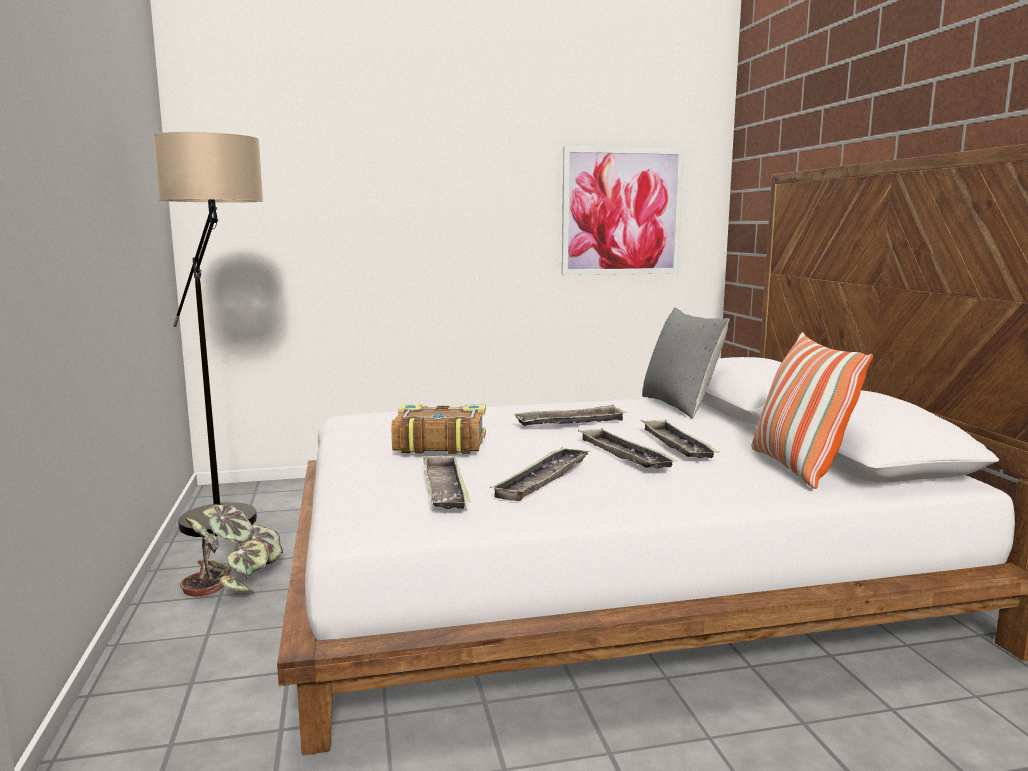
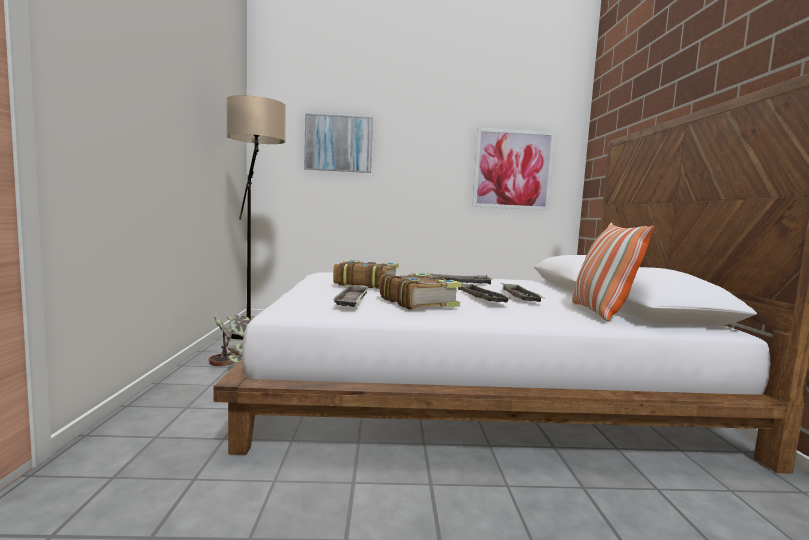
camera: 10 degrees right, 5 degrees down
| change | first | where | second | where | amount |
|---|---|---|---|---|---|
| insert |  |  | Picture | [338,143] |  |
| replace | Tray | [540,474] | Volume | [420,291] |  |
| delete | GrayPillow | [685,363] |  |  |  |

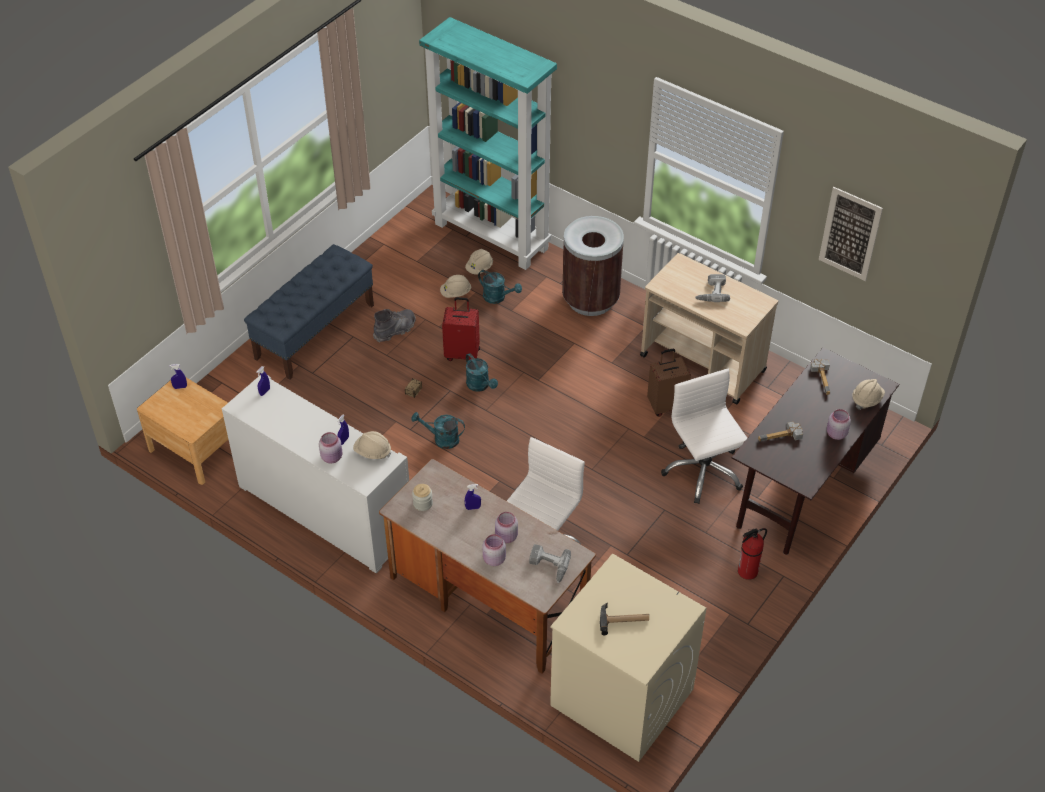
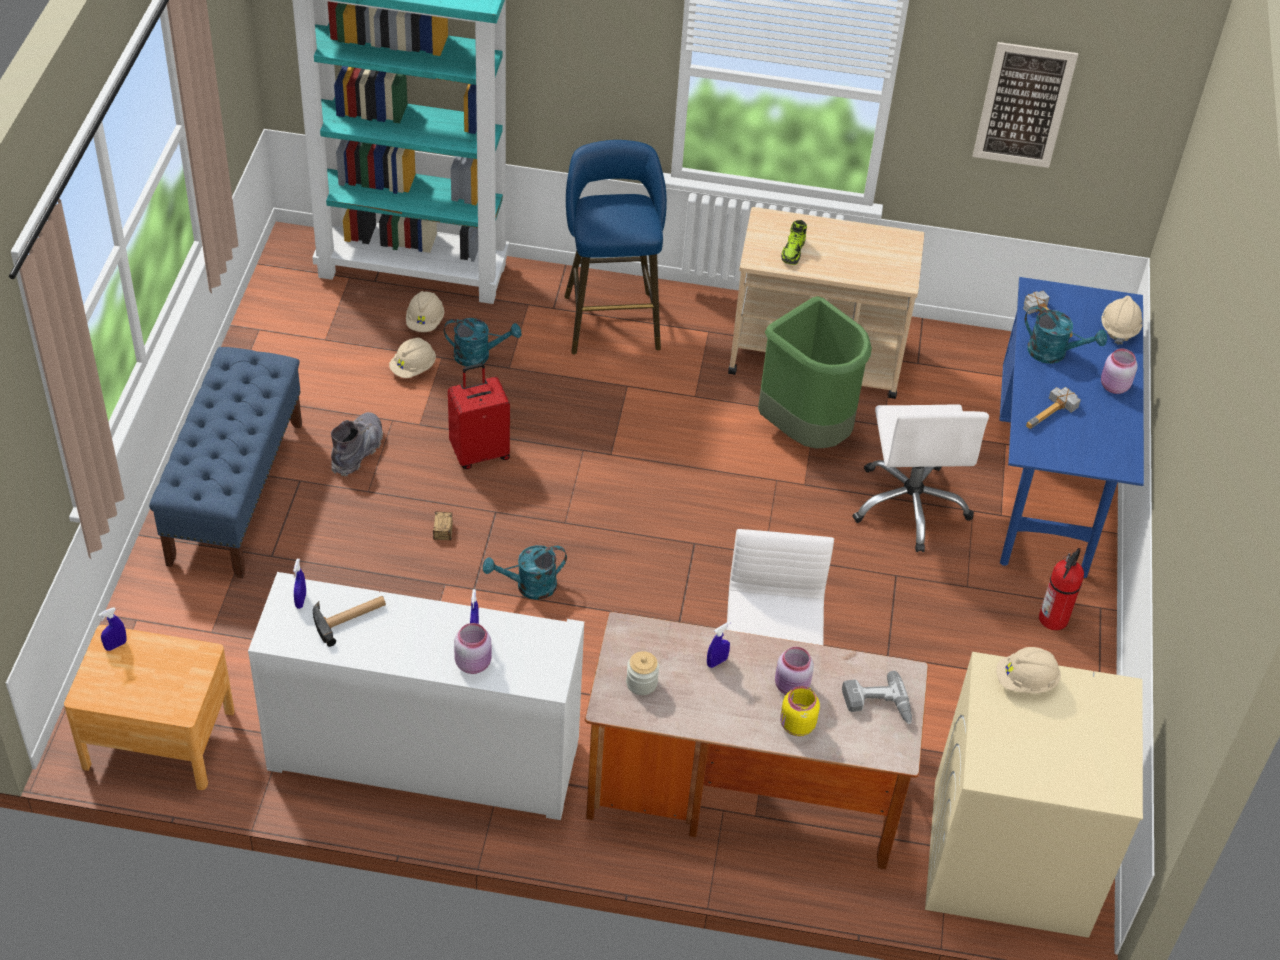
camera: 30 degrees left, 0 degrees up
| change | first | where | second | where | amount |
|---|---|---|---|---|---|
| move | HandHammer | [624,619] |  | [349,621] |  |
| replace | BrownTrashCan | [593,266] | BlueColouredStool | [615,247] |  |
| replace | BrownTravelCase | [669,383] | GreenishTrashCan | [815,372] |  |
| recolor | PinkColouredJar | [494,550] | YellowishJar | [800,711] |  |
| insert |  |  | Shoe | [794,242] |  |
| rotate | WhiteOfficeChair | [704,436] |  | [920,478] | 135 degrees counterclockwise |
| move | BeigeColouredHardHat | [372,445] |  | [1028,670] |  |
| recolor | BrownDesk | [815,451] | BlueColouredDesk | [1071,427] |  |
| move | TurquoiseSprinklingCan | [482,372] |  | [1066,334] |  |
| delete | ElectricDrill | [712,288] |  |  |  |

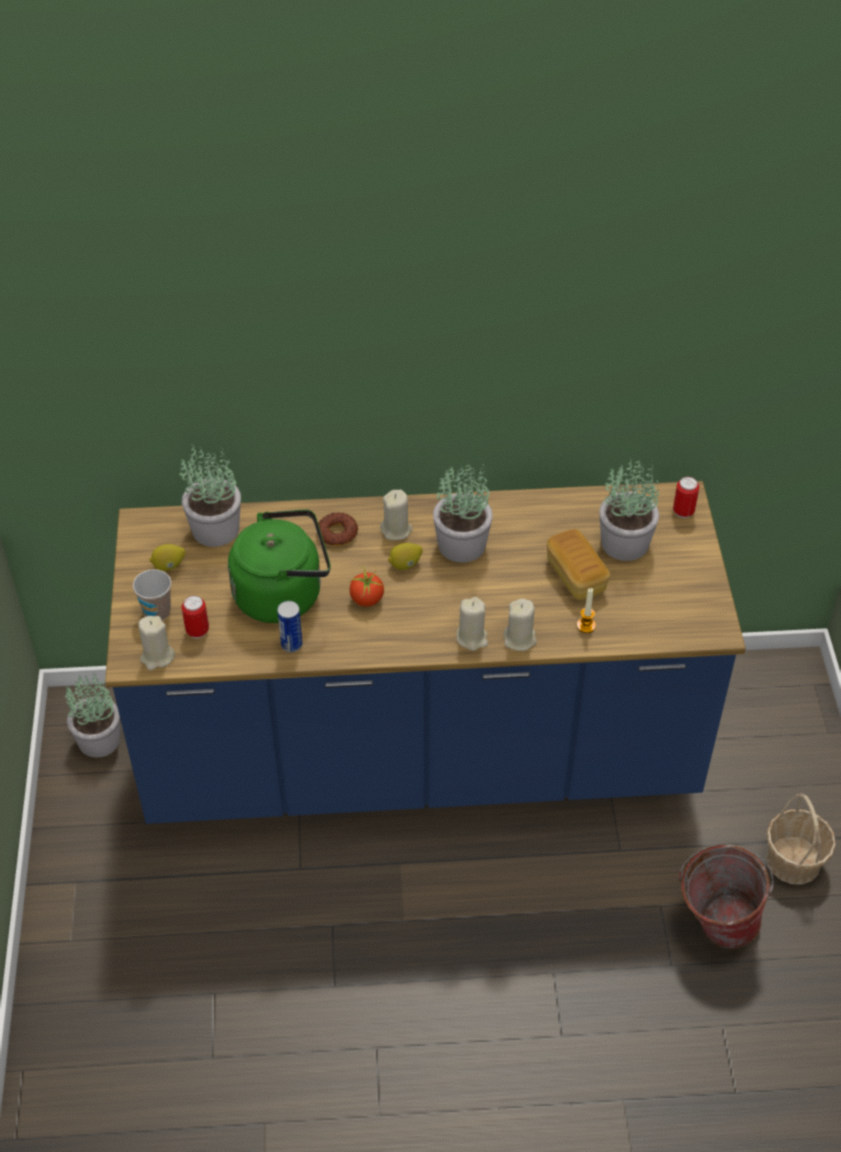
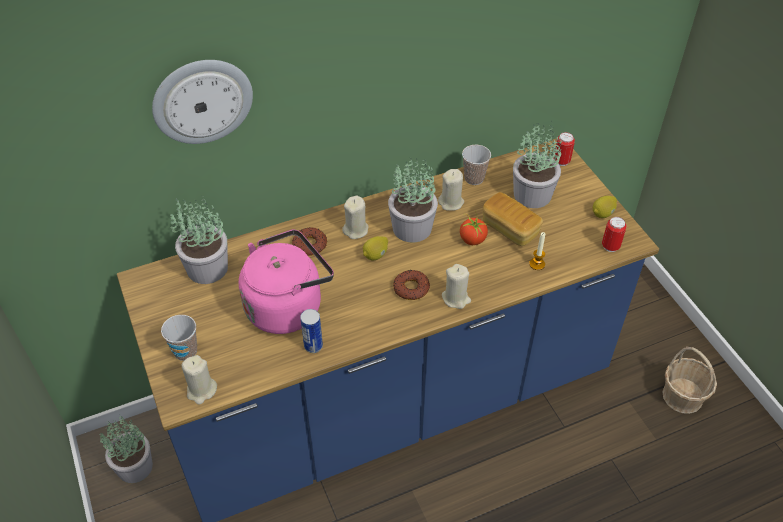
camera: 20 degrees left, 0 degrees up
| change | first | where | second | where | amount |
|---|---|---|---|---|---|
| insert |  |  | ClockOnTheWall | [202,102] |  |
| recolor | GreenishKettle | [279,566] | PinkColouredKettle | [286,281] |  |
| insert |  |  | RingDoughnut | [411,285] |  |
| move | BeigeColouredCandle | [520,625] |  | [451,190] |  |
| move | Tomato | [366,586] |  | [474,228] |  |
| insert |  |  | Cup | [476,165] |  |
| move | CitrusFruit | [167,557] |  | [605,207] |  |
| move | Can | [195,616] |  | [614,234] |  |
| delete | Bucket | [726,897] |  |  |  |

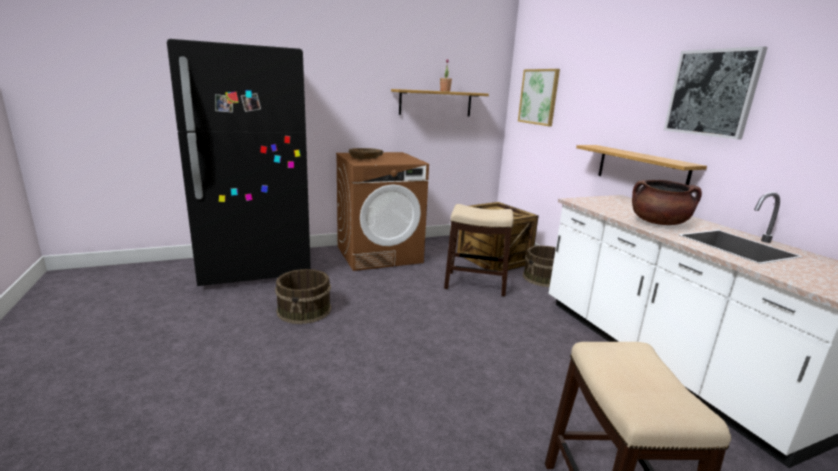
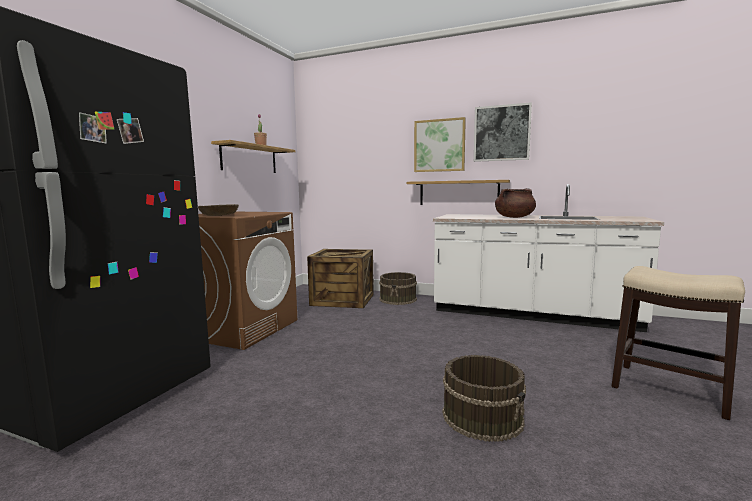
camera: 45 degrees left, 10 degrees down
| change | first | where | second | where | amount |
|---|---|---|---|---|---|
| move | Picture | [539,97] |  | [440,144] |  |
| move | BrownBucket | [303,296] |  | [484,398] |  |
| delete | Stool | [479,250] |  |  |  |

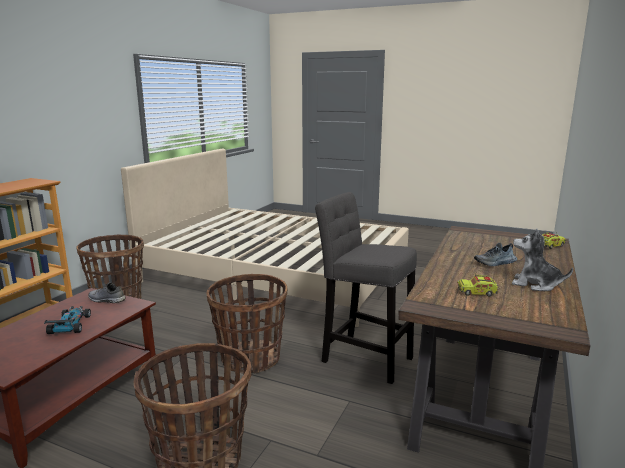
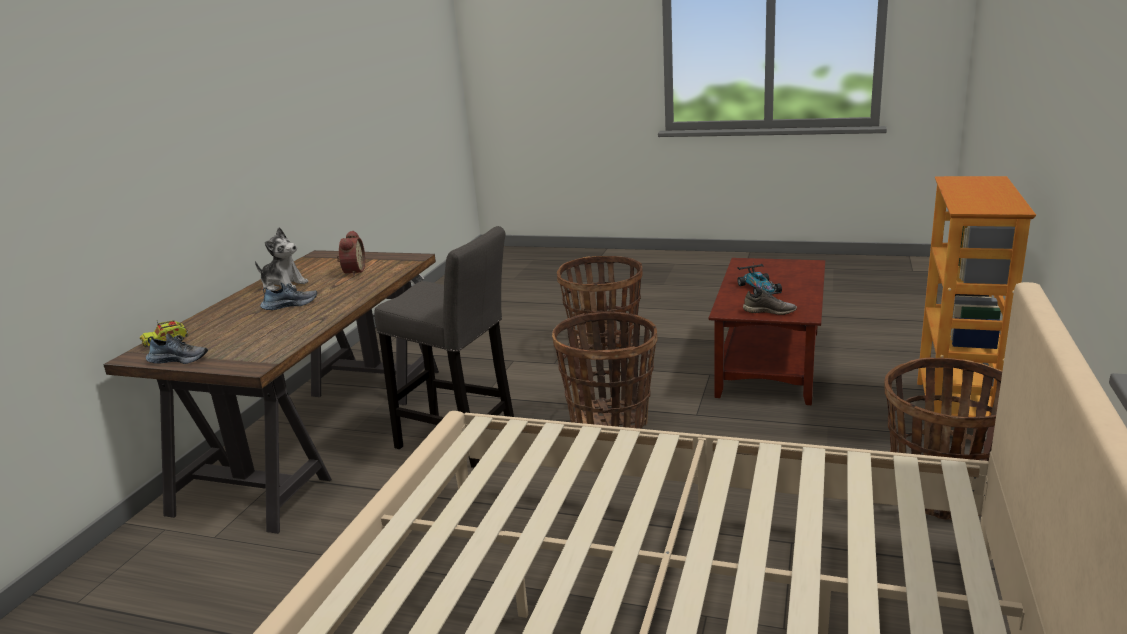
camera: 175 degrees right, 5 degrees up
| change | first | where | second | where | amount |
|---|---|---|---|---|---|
| insert |  |  | Shoe | [177,348] |  |
| replace | ToyLorry | [478,286] | TableClock | [351,253] |  |

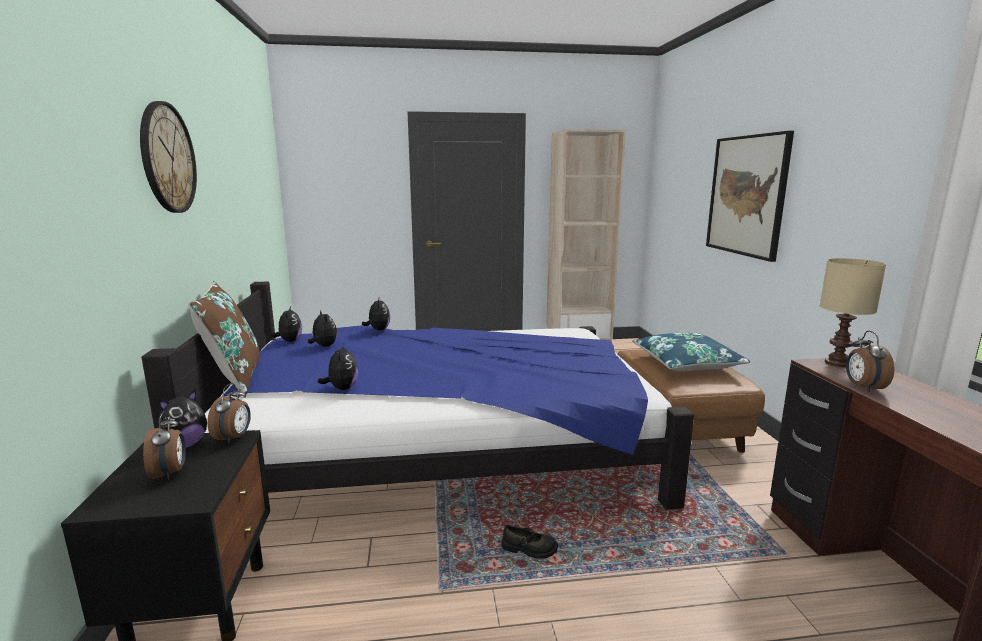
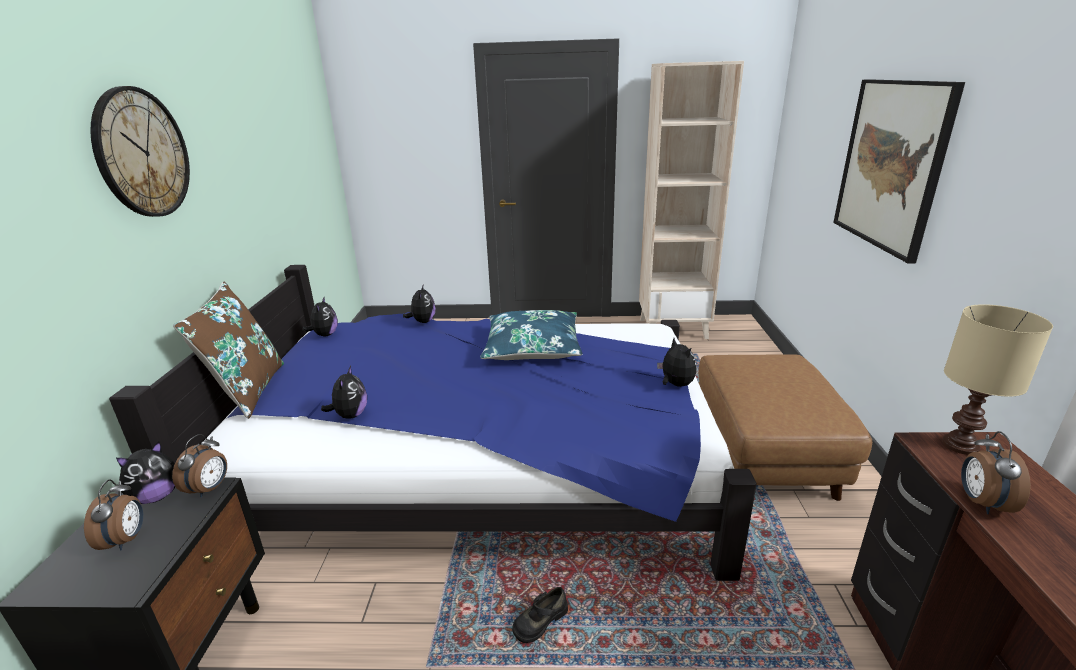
camera: 10 degrees right, 10 degrees up
| change | first | where | second | where | amount |
|---|---|---|---|---|---|
| move | BlueColouredPillow | [691,351] |  | [531,335] |  |
| rotate | BlackColouredShoe | [530,542] |  | [540,615] | 120 degrees clockwise |
| move | CuddlyToy | [322,328] |  | [676,362] |  |

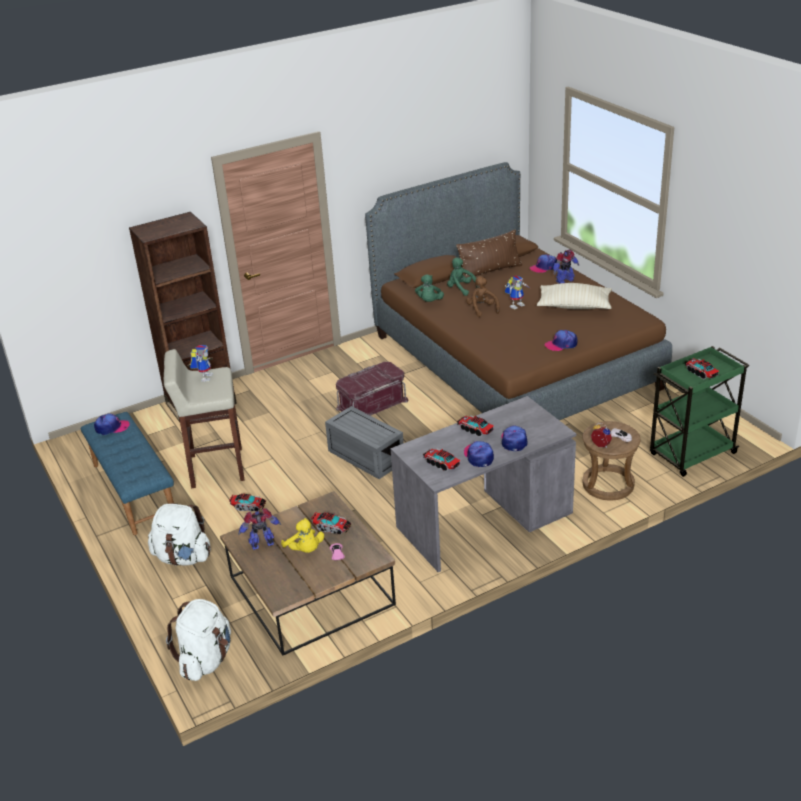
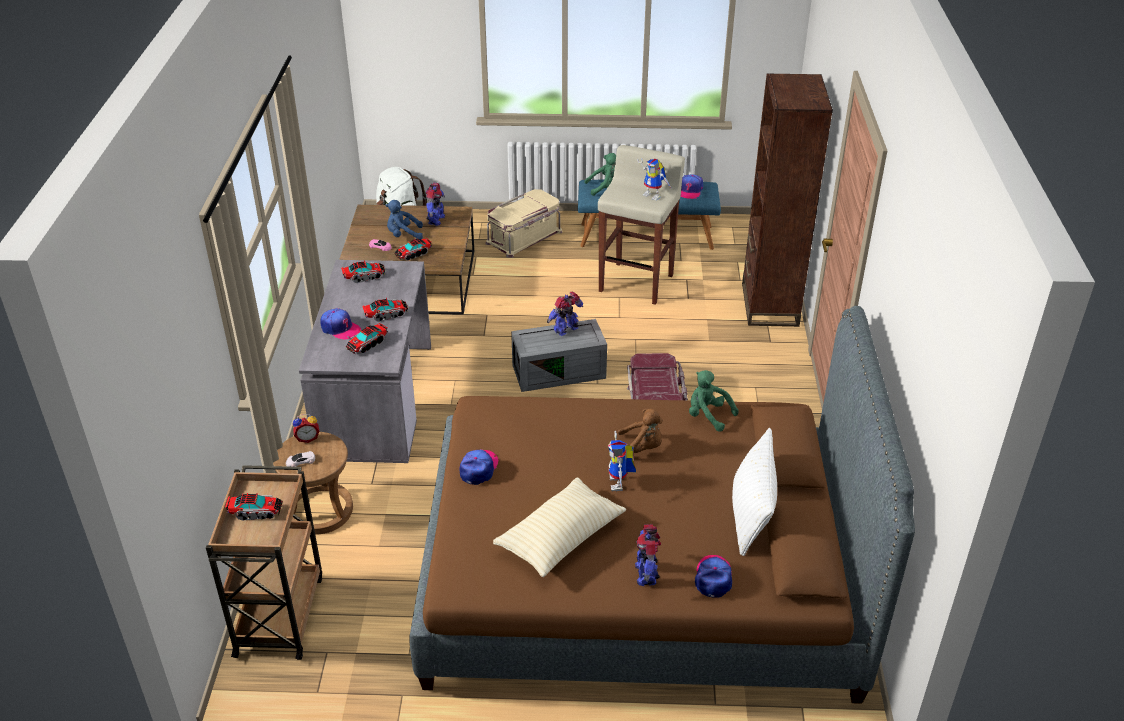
camera: 120 degrees right, 5 degrees up
| change | first | where | second | where | amount |
|---|---|---|---|---|---|
| recolor | GreenishCart | [699,411] | BrownCart | [264,562] |  |
| move | ToyLorry | [247,502] |  | [367,338] |  |
| recolor | YellowishCuddlyToy | [302,535] | BlueColouredCuddlyToy | [404,219] |  |
| replace | WhiteRucksack | [179,534] | BeigeColouredStorageBox | [524,223] |  |
| insert |  |  | RobotFigure | [565,313] |  |
| move | GreenishCuddlyToy | [462,277] |  | [600,174] |  |
| recolor | BrownPillow | [489,254] | WhitePillow | [754,492] |  |
| delete | PeakedCap | [479,454] |  |  |  |

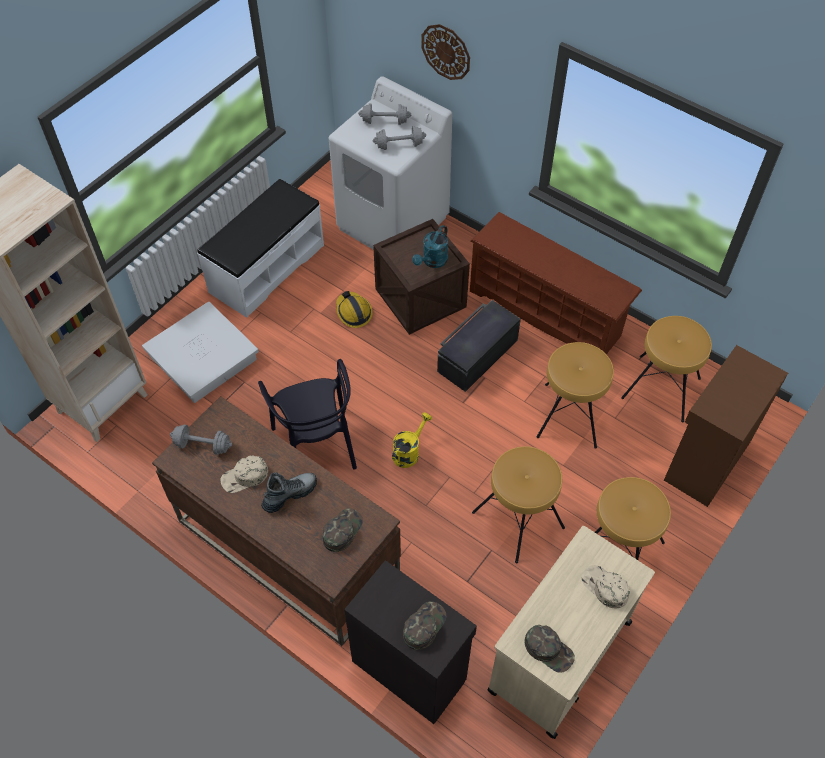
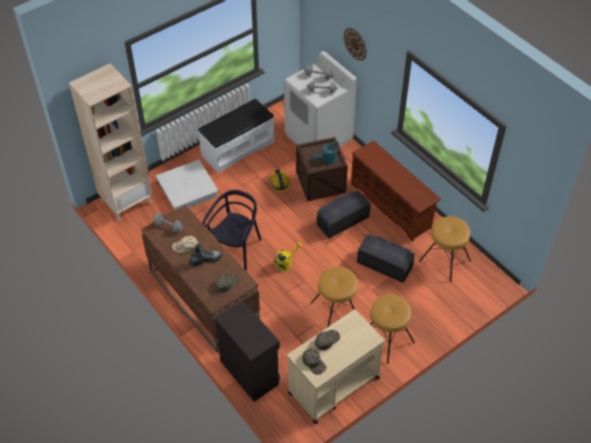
camera: 15 degrees right, 5 degrees down
| change | first | where | second | where | amount |
|---|---|---|---|---|---|
| rotate | BlackColouredPlainChair | [307,414] |  | [231,230] | 150 degrees counterclockwise |
| move | GreenishPeakedCap | [424,626] |  | [327,340] |  |
| replace | BrownStool | [575,395] | BlackColouredStorageBox | [386,258] |  |
| delete | BeigeColouredPeakedCap | [606,586] |  |  |  |
| delete | BrownCupboard | [726,426] |  |  |  |

